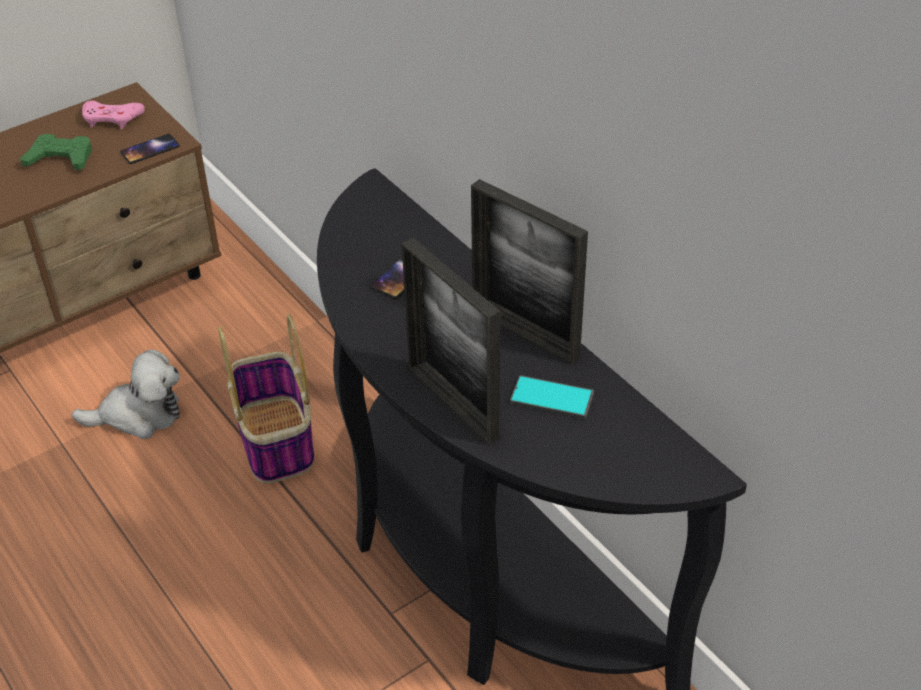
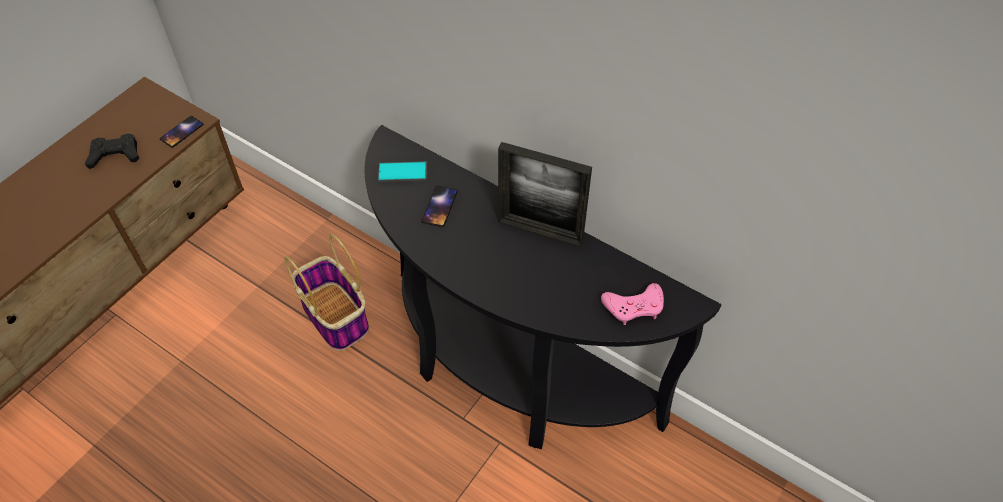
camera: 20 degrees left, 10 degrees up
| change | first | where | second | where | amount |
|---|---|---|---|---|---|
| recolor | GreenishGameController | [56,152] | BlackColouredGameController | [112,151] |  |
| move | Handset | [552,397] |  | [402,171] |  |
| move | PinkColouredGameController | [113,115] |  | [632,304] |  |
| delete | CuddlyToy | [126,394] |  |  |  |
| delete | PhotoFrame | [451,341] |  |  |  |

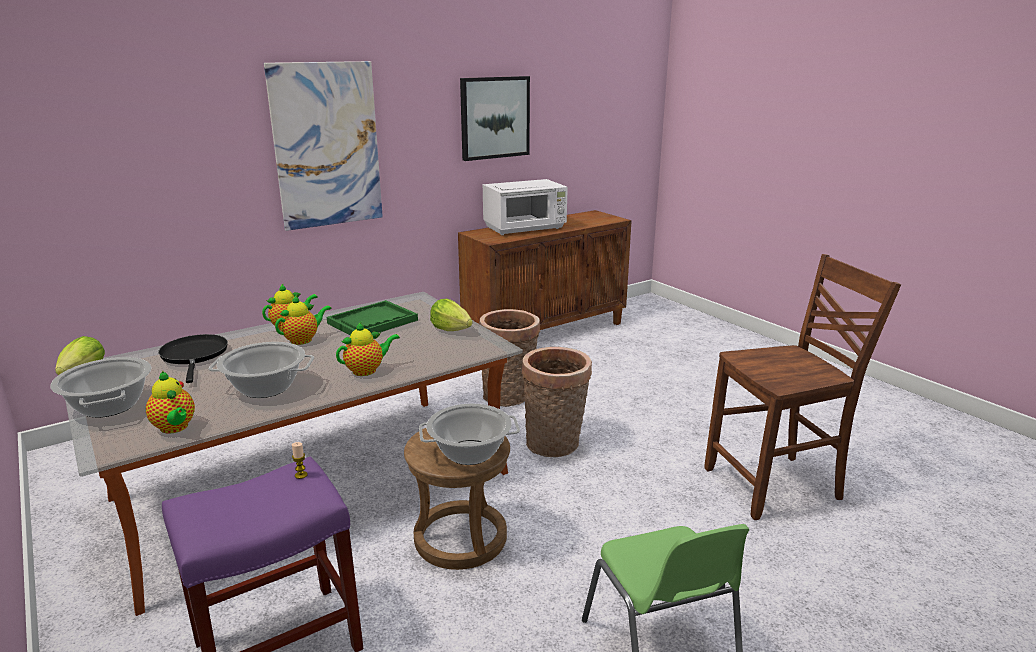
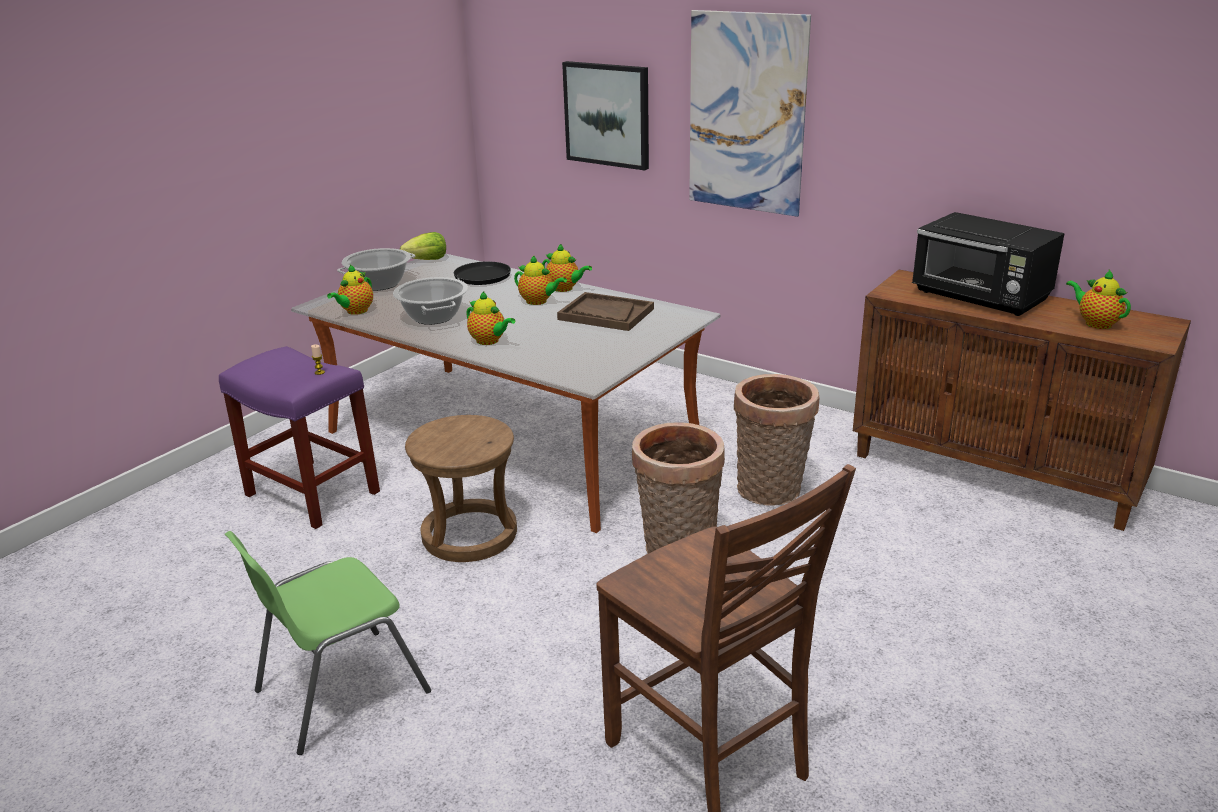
camera: 70 degrees right, 5 degrees up
| change | first | where | second | where | amount |
|---|---|---|---|---|---|
| recolor | GreenishTray | [372,317] | BrownTray | [605,311] |  |
| move | Picture | [495,118] |  | [605,116] |  |
| recolor | WhiteMicrowave | [525,207] | BlackColouredMicrowave | [988,264] |  |
| insert |  |  | PotForTea | [1098,299] |  |
| delete | CookingPot | [469,434] |  |  |  |
| delete | HeadOfLettuce | [451,315] |  |  |  |

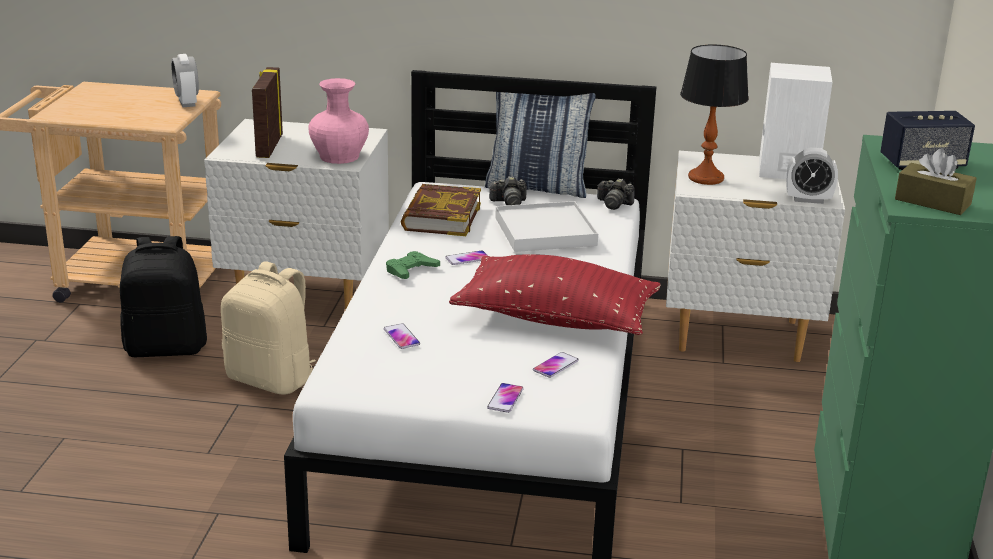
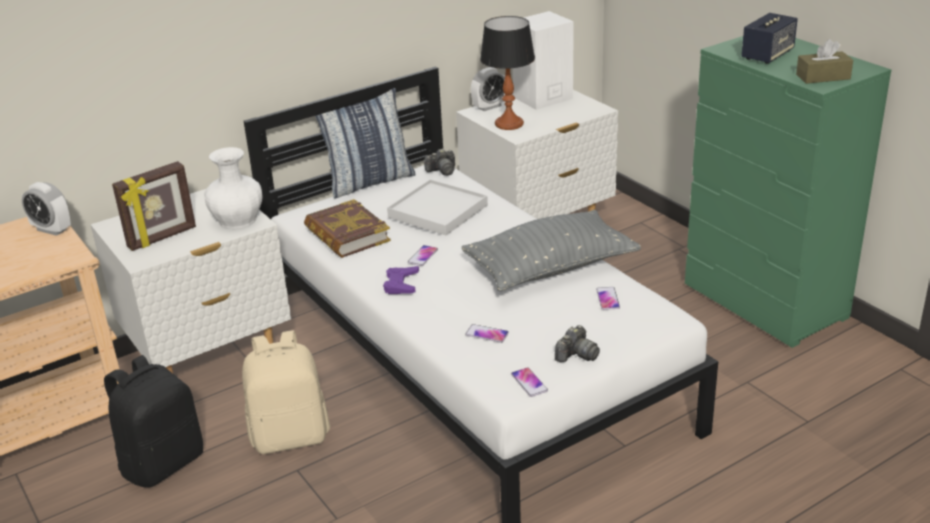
camera: 40 degrees left, 5 degrees up
| change | first | where | second | where | amount |
|---|---|---|---|---|---|
| rotate | PhotoFrame | [267,112] |  | [154,206] | 90 degrees counterclockwise |
| recolor | PinkColouredDecorativeVase | [338,121] | WhiteDecorativeVase | [233,188] |  |
| recolor | GreenishGameController | [413,265] | PurplishGameController | [401,280] |  |
| recolor | RedPillow | [555,294] | GrayPillow | [551,250] |  |
| move | TableClock | [812,176] |  | [488,89] |  |
| move | Handset | [505,398] |  | [529,382] |  |
| move | StillCamera | [508,190] |  | [577,343] |  |

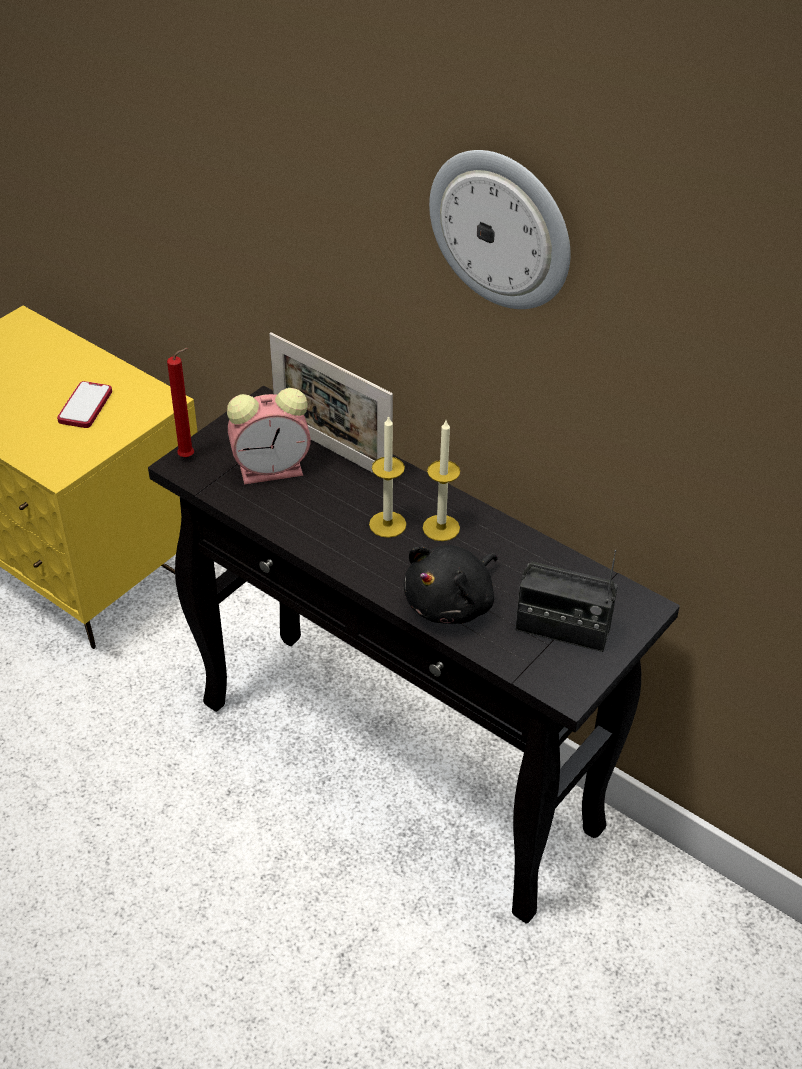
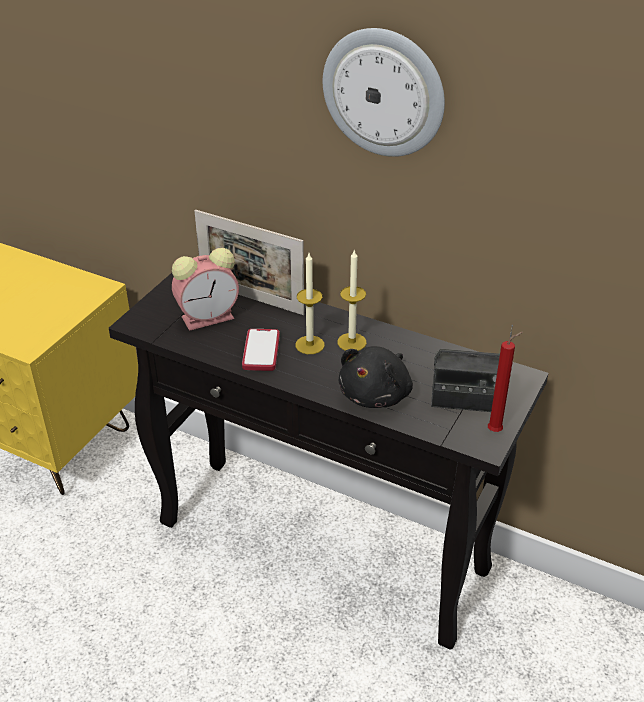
camera: 10 degrees left, 5 degrees down
| change | first | where | second | where | amount |
|---|---|---|---|---|---|
| move | Handset | [84,404] |  | [261,350] |  |
| move | RedCandle | [180,402] |  | [505,382] |  |

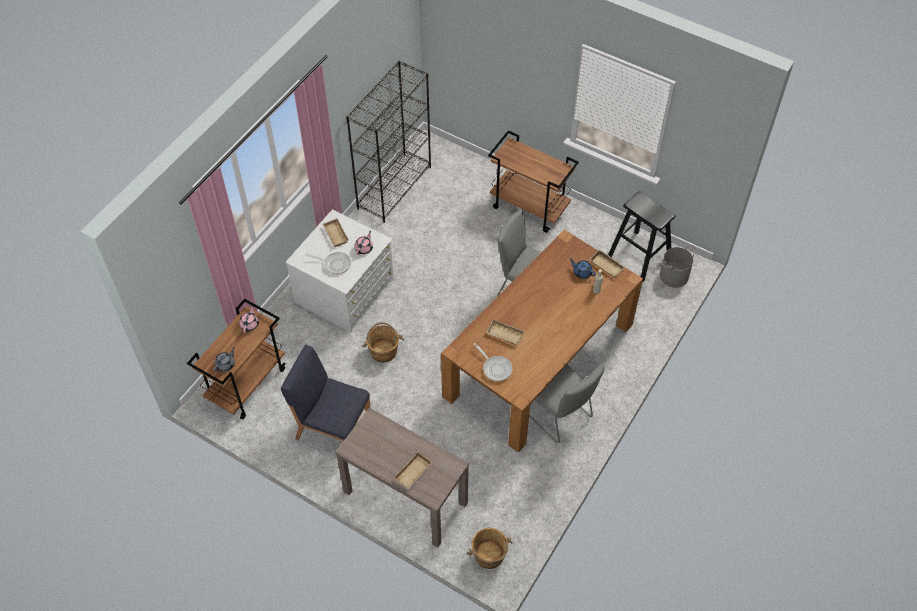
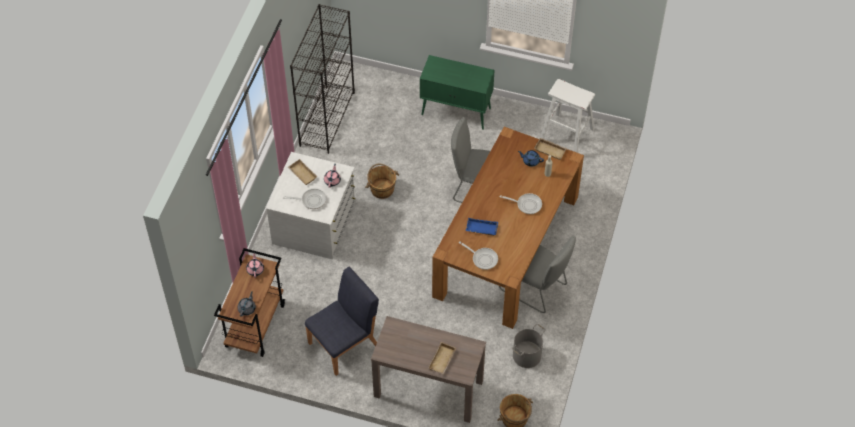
camera: 15 degrees left, 0 degrees up
| change | first | where | second | where | amount |
|---|---|---|---|---|---|
| rotate | BlueColouredPlainChair | [326,393] |  | [342,321] | 135 degrees clockwise |
| move | BrownBucket | [383,342] |  | [382,181] |  |
| replace | BrownCart | [533,181] | GreenishCupboard | [457,92] |  |
| recolor | BeigeColouredTray | [505,332] | BlueColouredTray | [482,227] |  |
| insert |  |  | Skillet | [520,203] |  |
| move | GrayBucket | [679,266] |  | [529,346] |  |
| recolor | BlackColouredStool | [641,237] | WhiteStool | [567,116] |  |

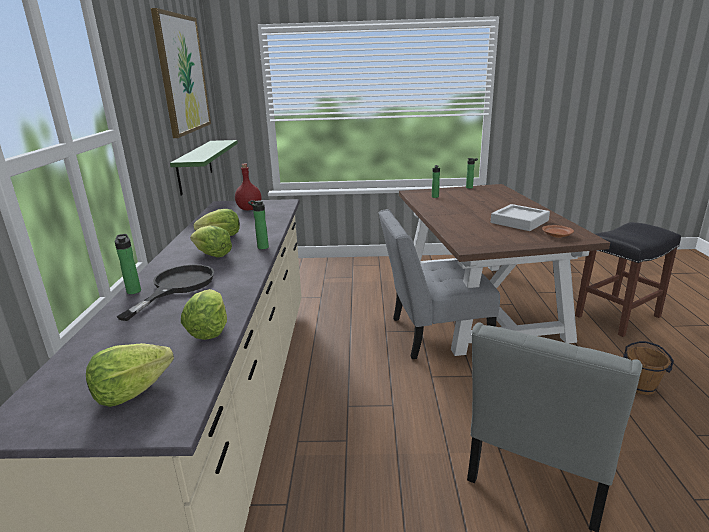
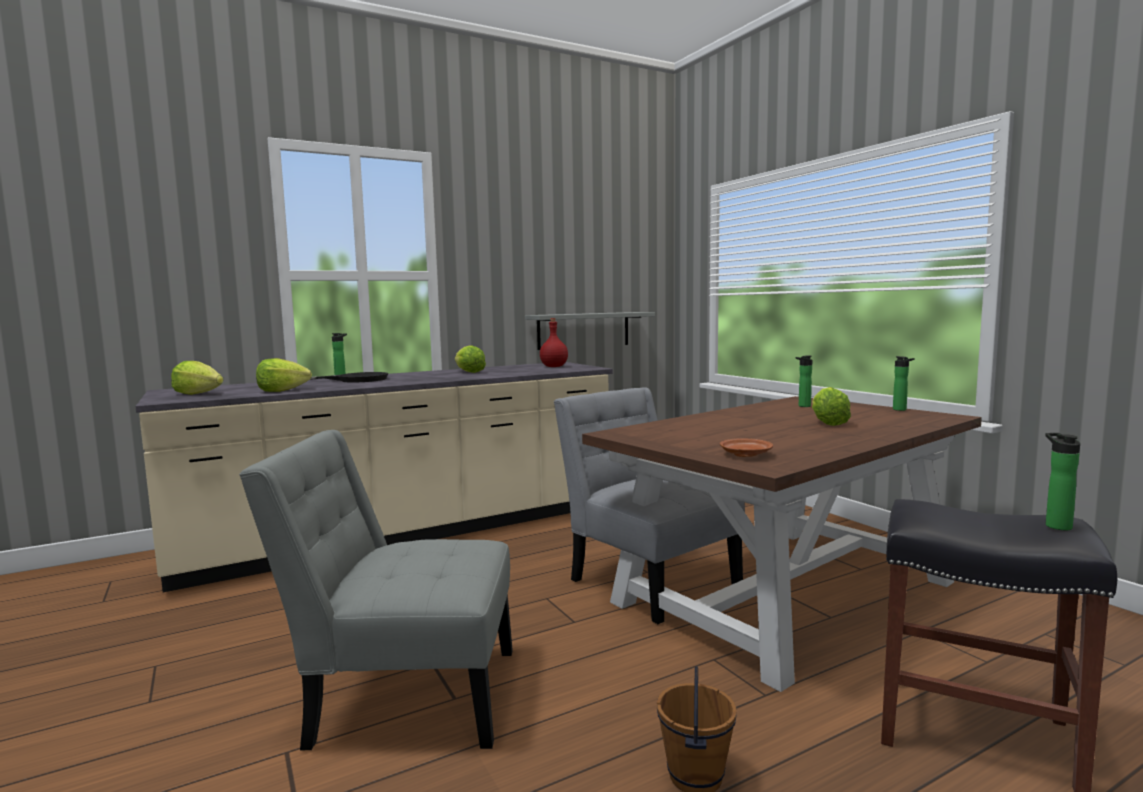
camera: 60 degrees right, 15 degrees down
| change | first | where | second | where | amount |
|---|---|---|---|---|---|
| recolor | GreenishShelf | [204,167] | GrayShelf | [590,331] |  |
| move | HeadOfLettuce | [211,241] |  | [831,406] |  |
| move | Bottle | [258,224] |  | [1062,481] |  |
| delete | Picture | [181,73] |  |  |  |
| delete | GrayTray | [520,217] |  |  |  |

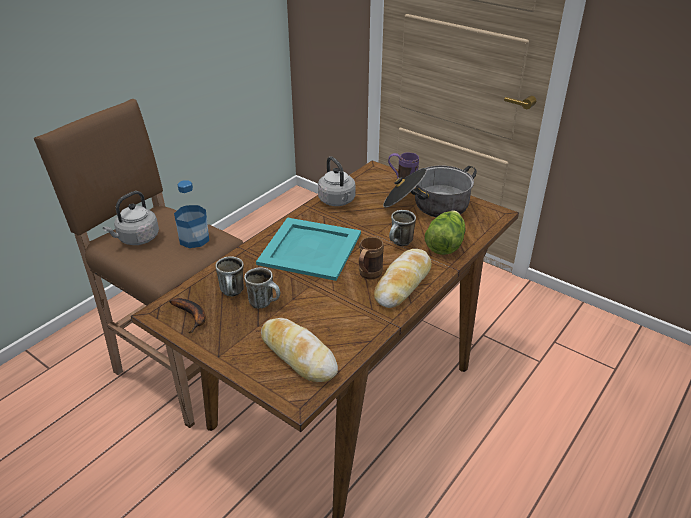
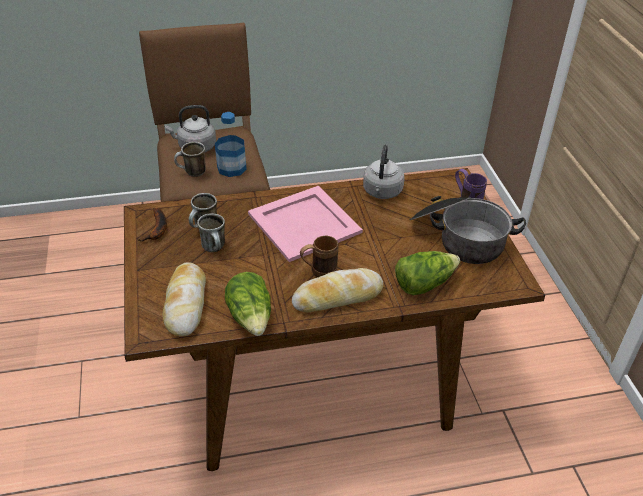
camera: 40 degrees right, 5 degrees up
| change | first | where | second | where | amount |
|---|---|---|---|---|---|
| move | Mug | [402,228] |  | [190,159] |  |
| insert |  |  | HeadOfLettuce | [248,304] |  |
| recolor | TurquoiseTray | [308,249] | PinkColouredTray | [305,224] |  |

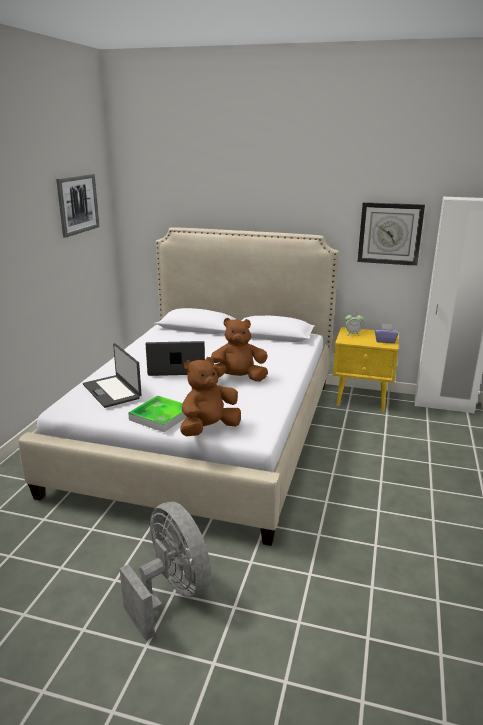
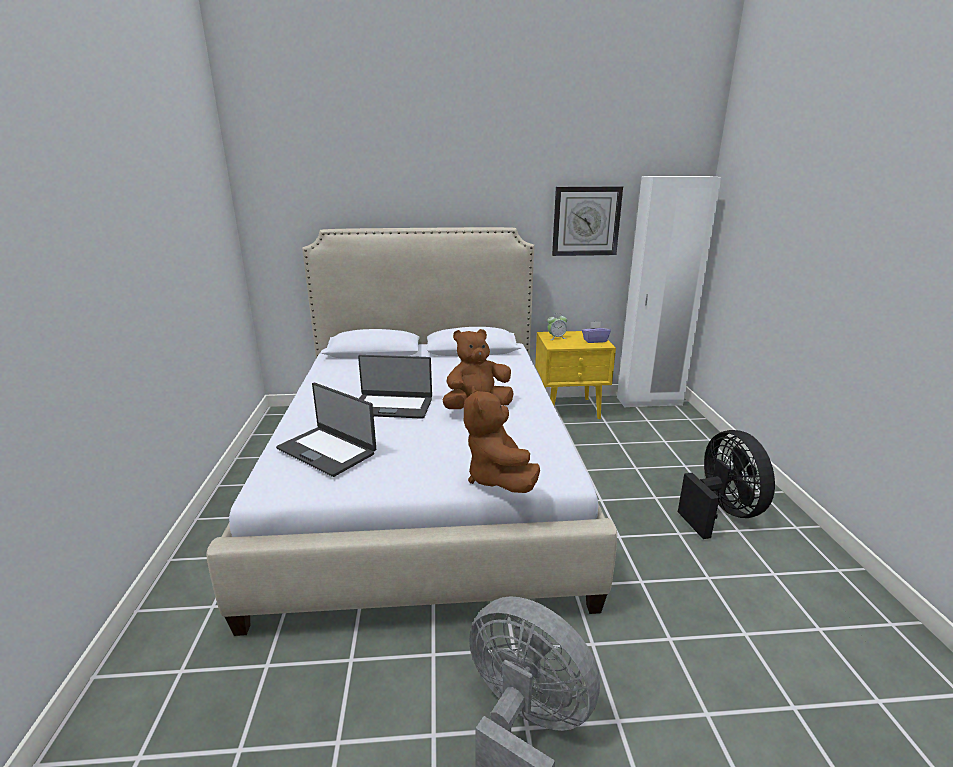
camera: 20 degrees left, 0 degrees up
| change | first | where | second | where | amount |
|---|---|---|---|---|---|
| rotate | NotebookComputer | [175,358] |  | [395,387] | 150 degrees counterclockwise |
| rotate | BrownCuddlyToy | [210,396] |  | [502,439] | 45 degrees counterclockwise |
| insert |  |  | BlackColouredElectricFan | [726,484] |  |
| delete | Picture | [77,206] |  |  |  |
| delete | Tray | [157,413] |  |  |  |

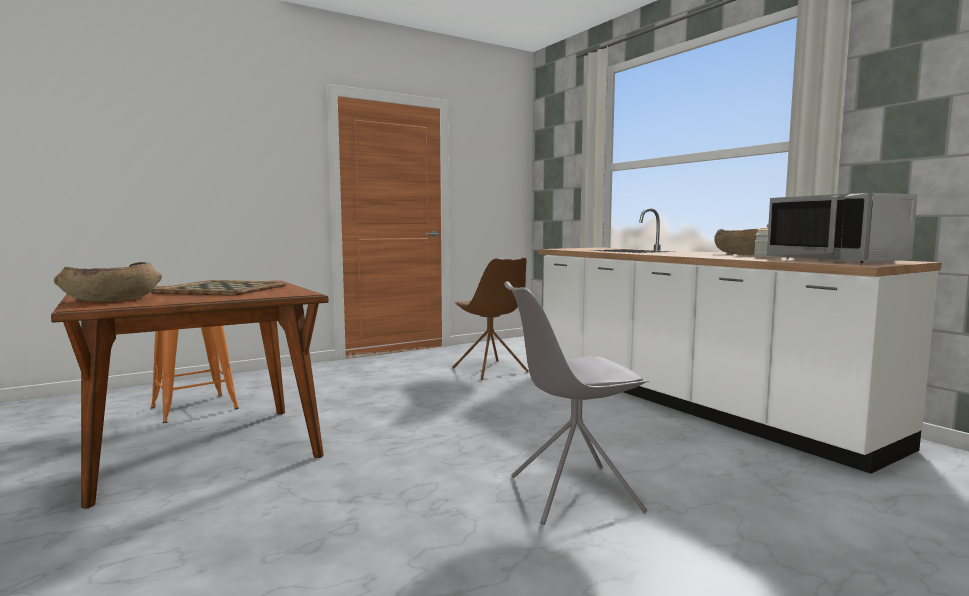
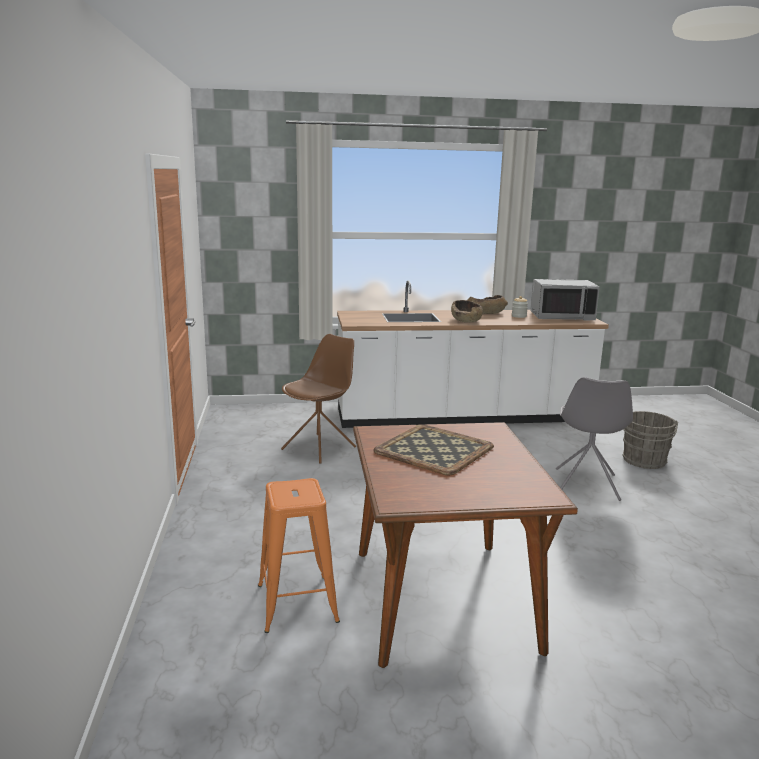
camera: 65 degrees left, 10 degrees up
| change | first | where | second | where | amount |
|---|---|---|---|---|---|
| rotate | BrownPlainChair | [491,318] |  | [318,399] | 45 degrees counterclockwise |
| move | BrownBowl | [108,281] |  | [467,311] |  |
| insert |  |  | GrayBucket | [650,440] |  |

